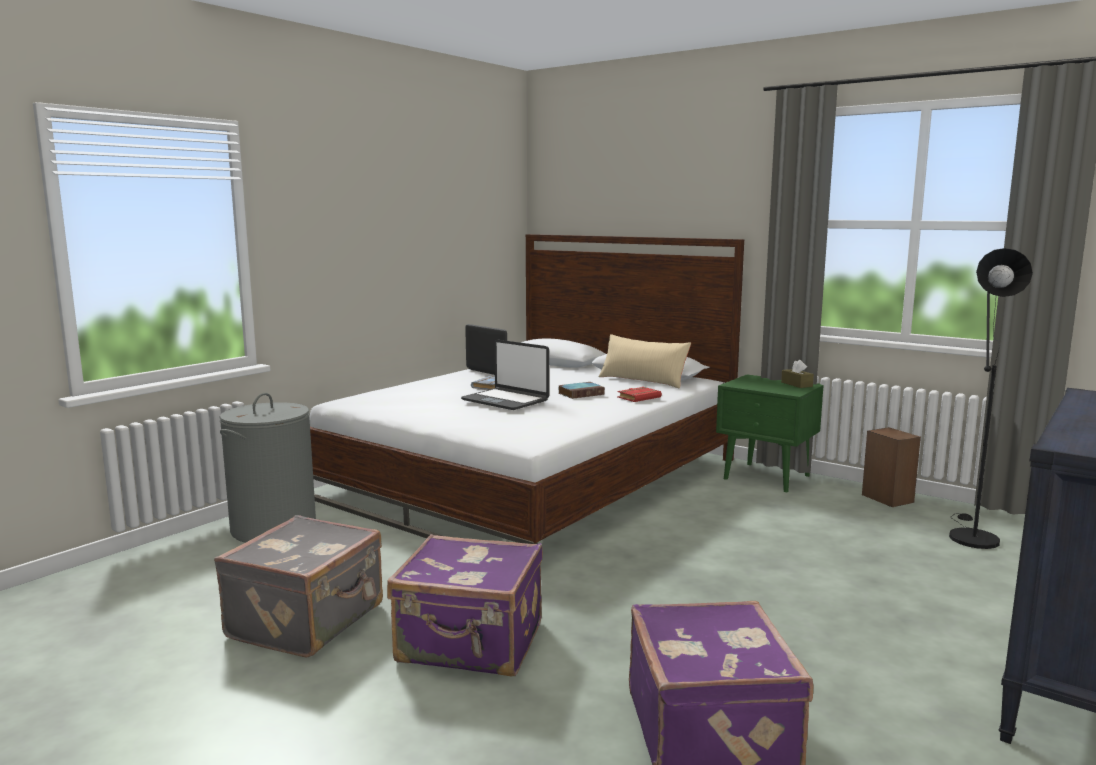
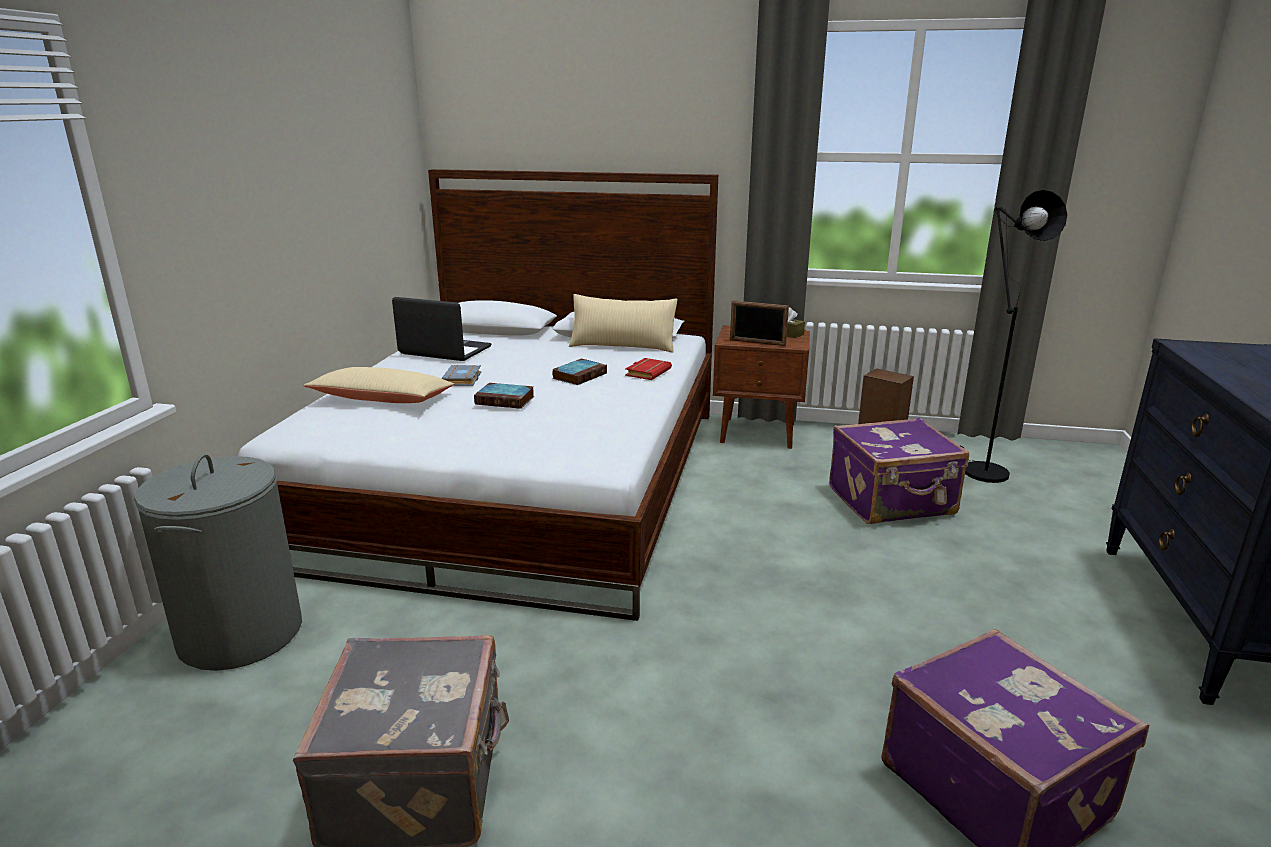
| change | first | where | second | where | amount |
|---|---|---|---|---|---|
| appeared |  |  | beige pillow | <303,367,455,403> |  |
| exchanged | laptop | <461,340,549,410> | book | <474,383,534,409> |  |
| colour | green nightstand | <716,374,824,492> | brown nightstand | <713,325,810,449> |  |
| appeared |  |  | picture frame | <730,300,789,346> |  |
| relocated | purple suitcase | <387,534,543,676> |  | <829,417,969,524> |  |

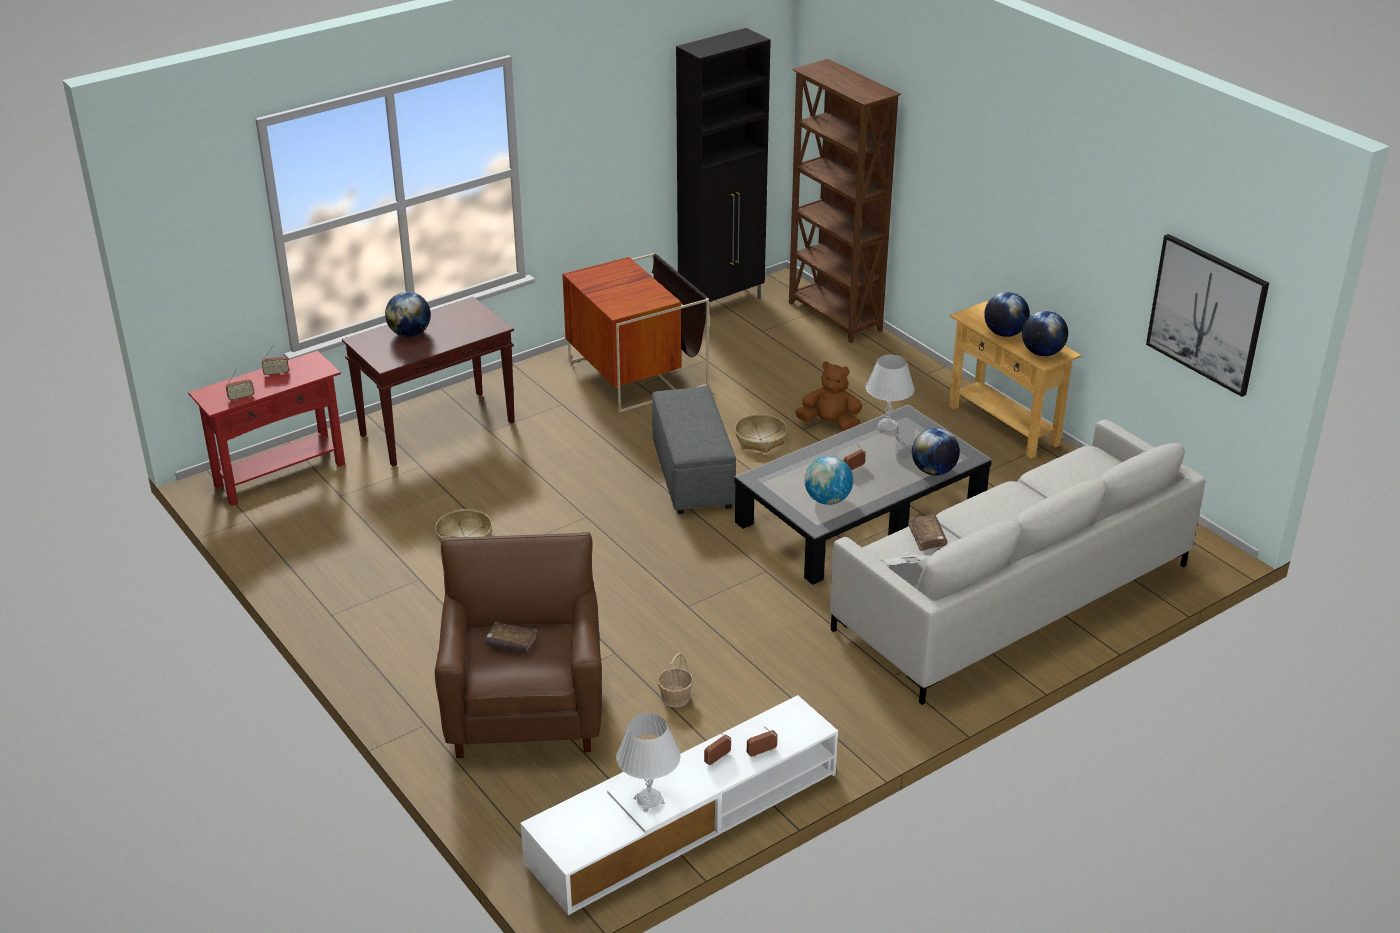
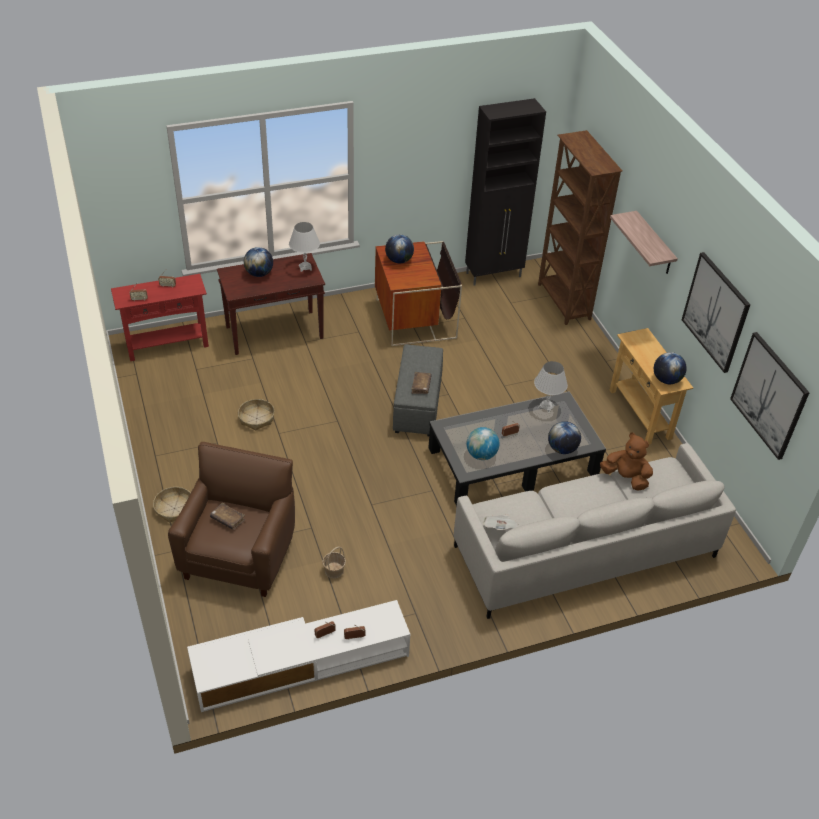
| change | first | where | second | where | amount |
|---|---|---|---|---|---|
| relocated | basket | <735,414,787,453> |  | <153,487,191,523> |  |
| relocated | white table lamp | <616,713,681,813> |  | <289,222,320,272> |  |
| relocated | globe | <984,292,1030,337> |  | <385,234,414,263> |  |
| relocated | brown book | <909,515,947,551> |  | <411,372,432,394> |  |
| relocated | brown plush toy | <795,361,862,431> |  | <600,433,653,491> |  |
| appeared |  |  | shelf | <610,211,678,274> |  |
| appeared |  |  | picture | <682,252,750,373> |  |

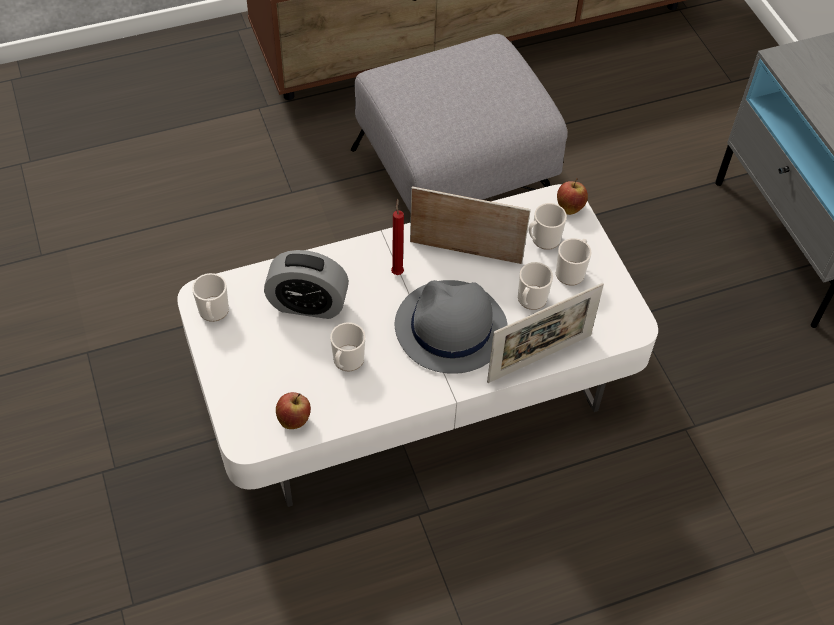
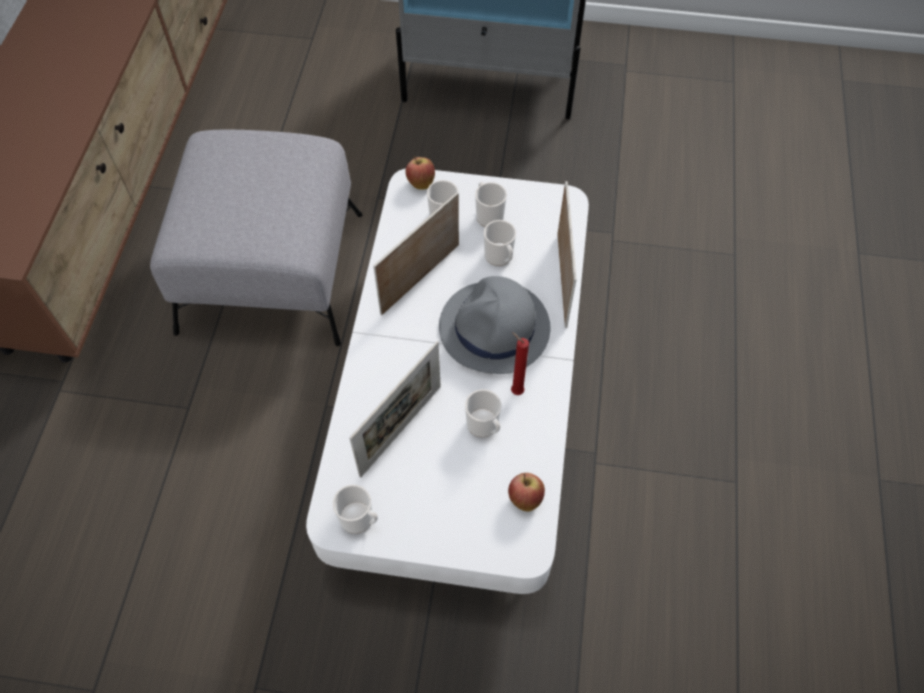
| change | first | where | second | where | amount |
|---|---|---|---|---|---|
| exchanged | alarm clock | <264,250,349,319> | picture frame | <349,341,441,478> |  |
| relocated | red candle | <391,199,404,275> |  | <511,332,529,395> |  |

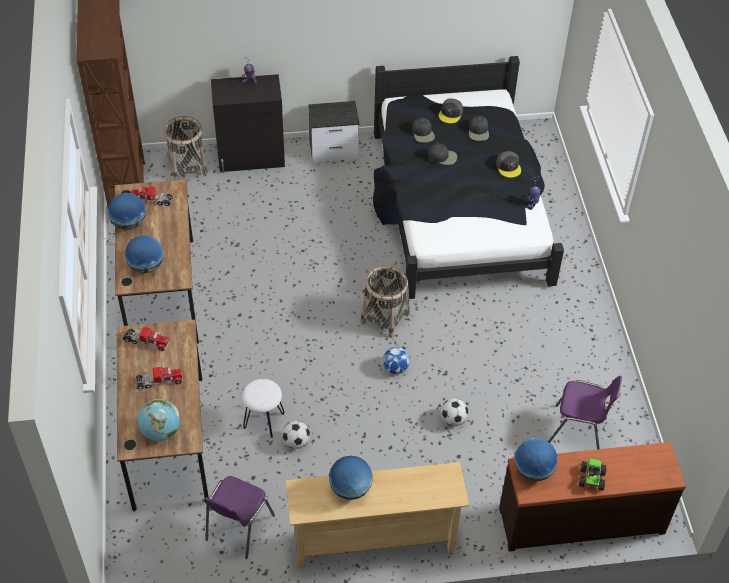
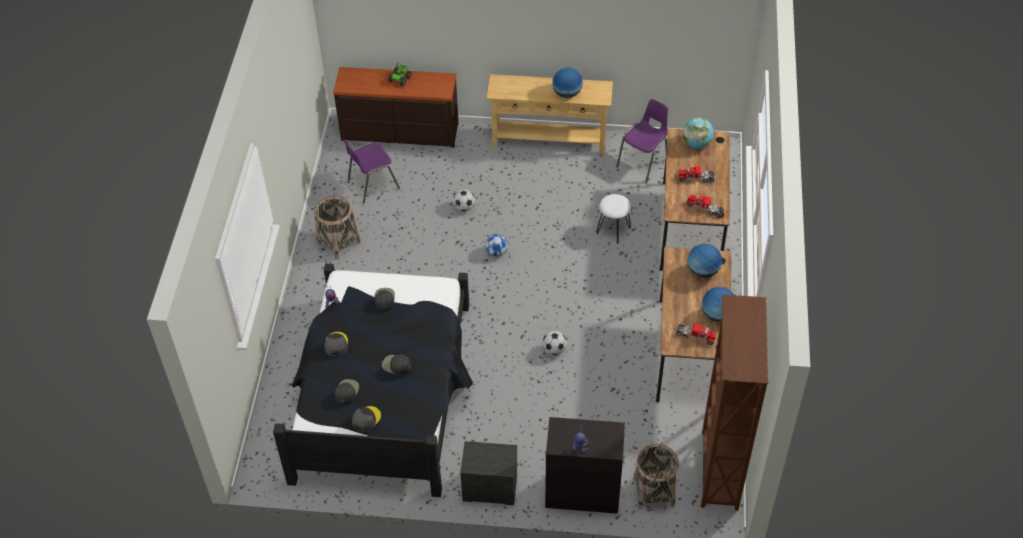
| change | first | where | second | where | amount |
|---|---|---|---|---|---|
| relocated | basket | <360,265,410,338> |  | <314,196,361,260> |  |
| spun | purple chair | <548,376,622,449> |  | <342,139,400,204> | 60 degrees counterclockwise |
| relocated | black cap | <412,117,435,143> |  | <375,288,395,311> |  |
| relocated | football | <282,421,310,449> |  | <543,331,567,355> |  |
| missing | globe | <514,438,558,481> |  |  |  |

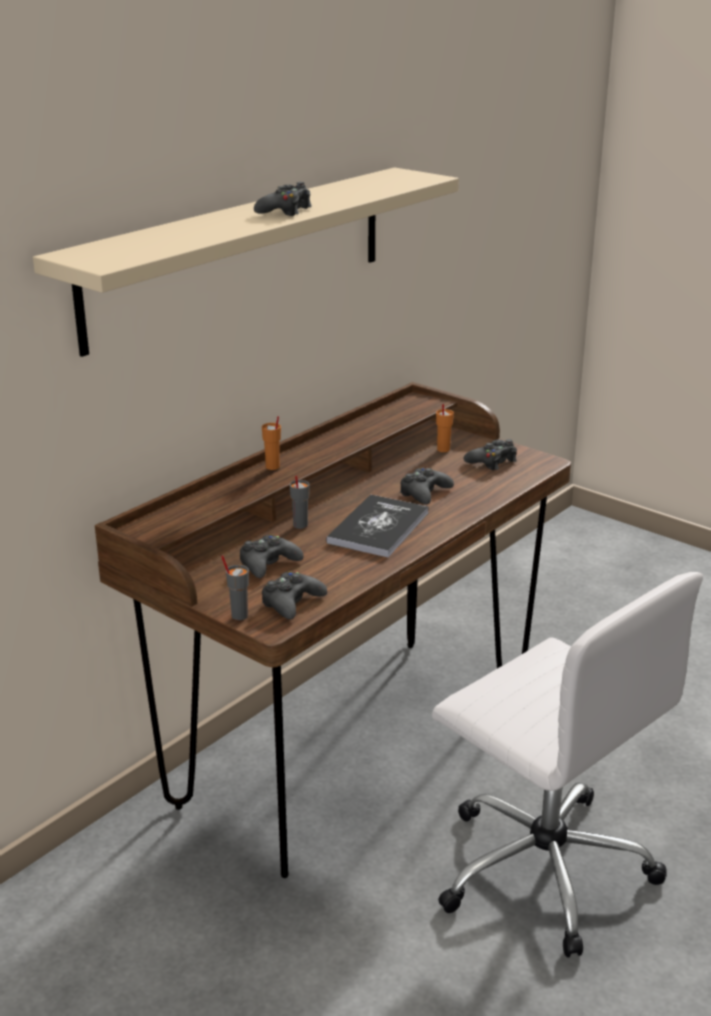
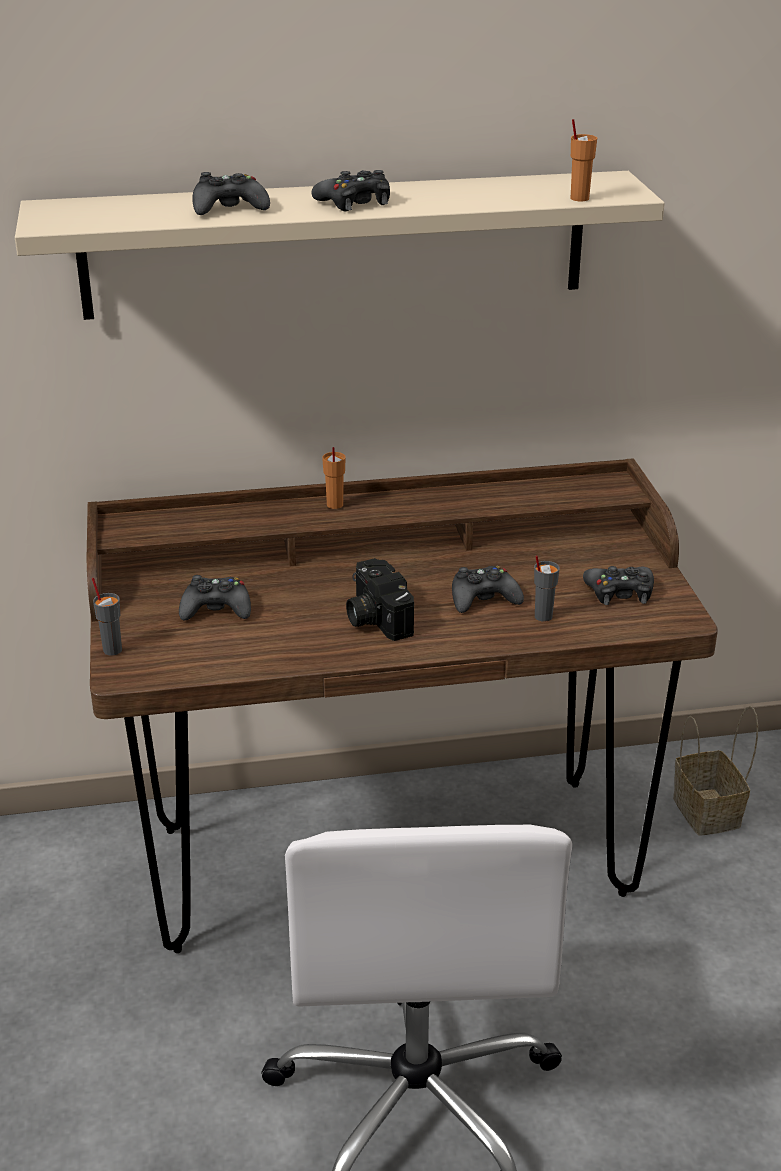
| change | first | where | second | where | amount |
|---|---|---|---|---|---|
| relocated | black game controller | <262,571,327,619> |  | <192,172,270,215> |  |
| exchanged | book | <326,494,429,558> | photo camera | <346,558,414,641> |  |
| relocated | grey cup | <289,475,310,529> |  | <534,555,559,622> |  |
| relocated | orange cup | <436,404,454,452> |  | <571,119,597,201> |  |
| appeared |  |  | basket | <673,706,758,836> |  |

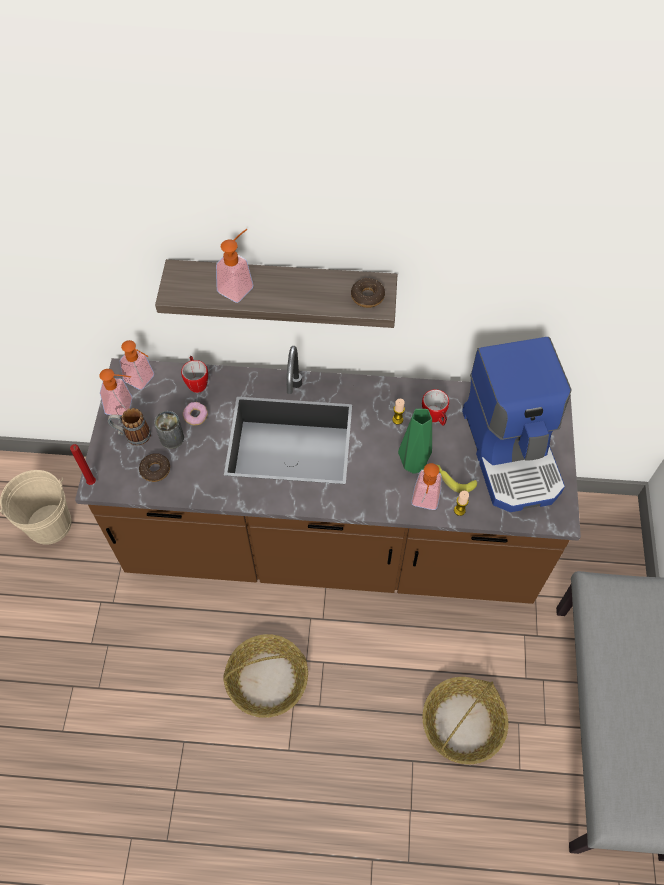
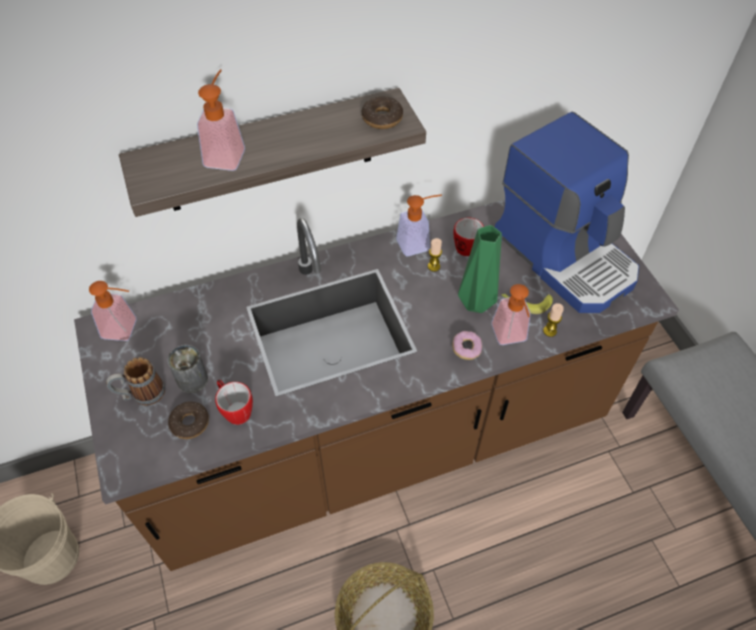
| change | first | where | second | where | amount |
|---|---|---|---|---|---|
| relocated | mug | <181,356,208,393> |  | <215,380,253,425> |  |
| relocated | soap dispenser | <99,369,132,416> |  | <396,194,442,256> |  |
| relocated | donut | <183,402,208,425> |  | <452,331,482,360> |  |
| missing | red candle | <70,444,96,485> |  |  |  |
| missing | basket | <422,677,508,764> |  |  |  |

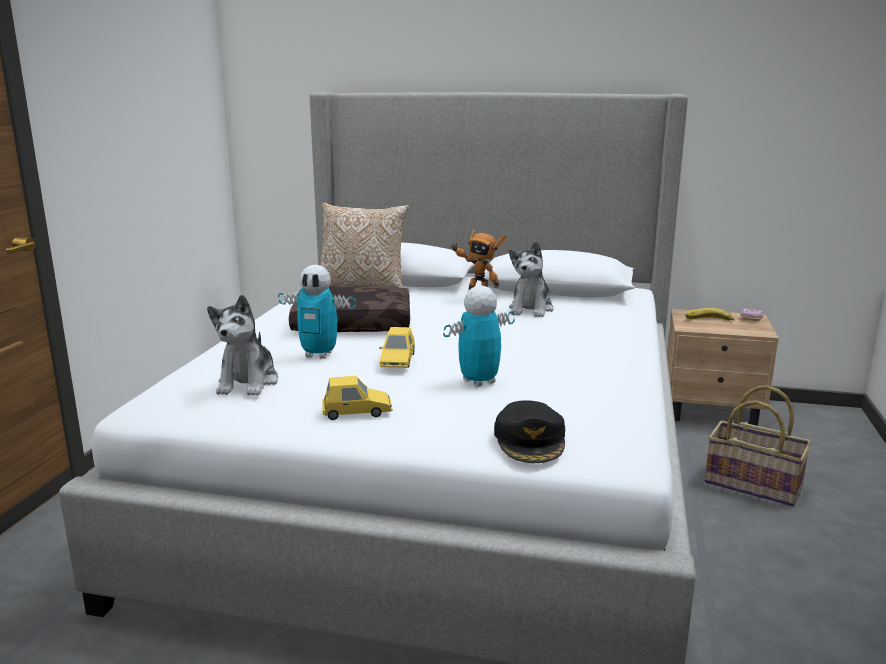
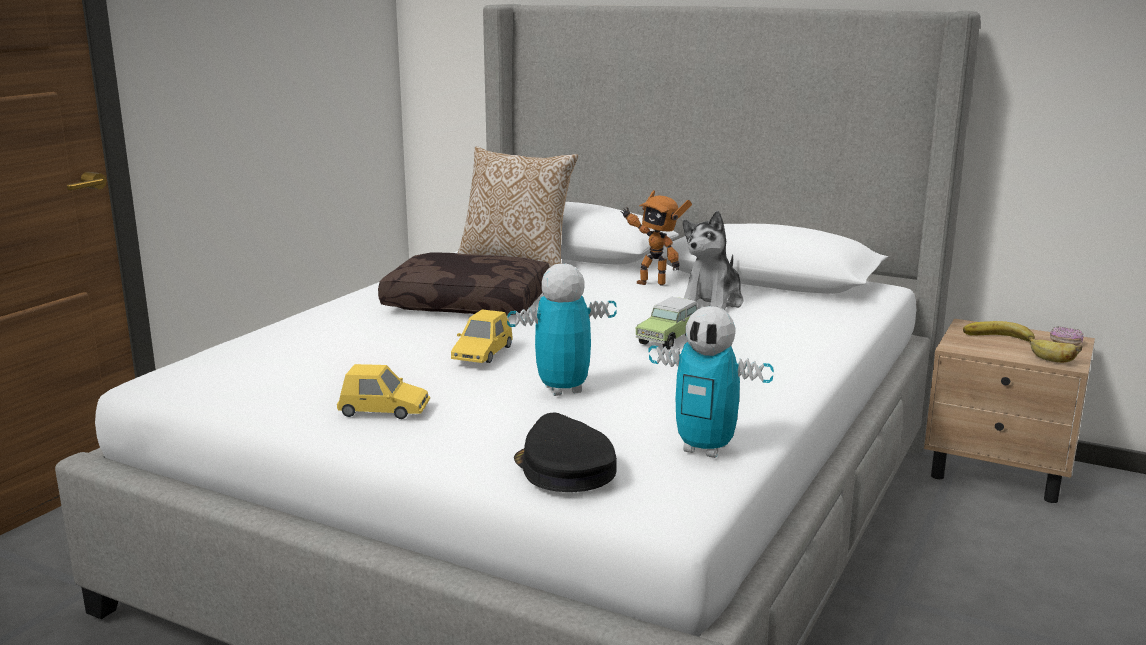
| change | first | where | second | where | amount |
|---|---|---|---|---|---|
| spun | black cap | <494,400,565,463> |  | <514,412,617,492> | 135 degrees clockwise |
| appeared |  |  | toy car | <636,297,698,350> |  |
| relocated | toy robot | <278,265,356,359> |  | <648,306,774,458> |  |
| appeared |  |  | banana | <1030,338,1082,363> |  |
| missing | plush toy | <207,294,278,396> |  |  |  |
| missing | basket | <704,385,812,506> |  |  |  |

